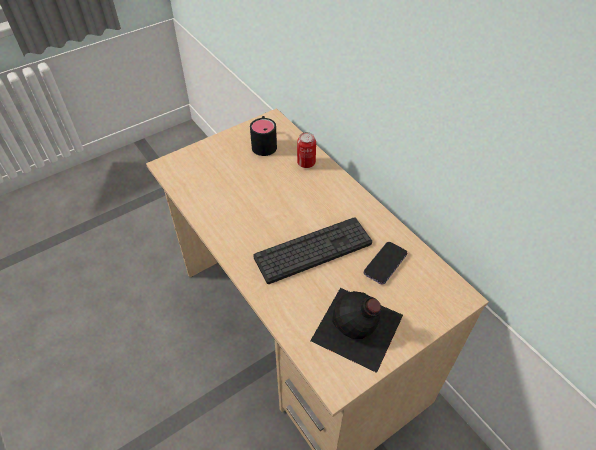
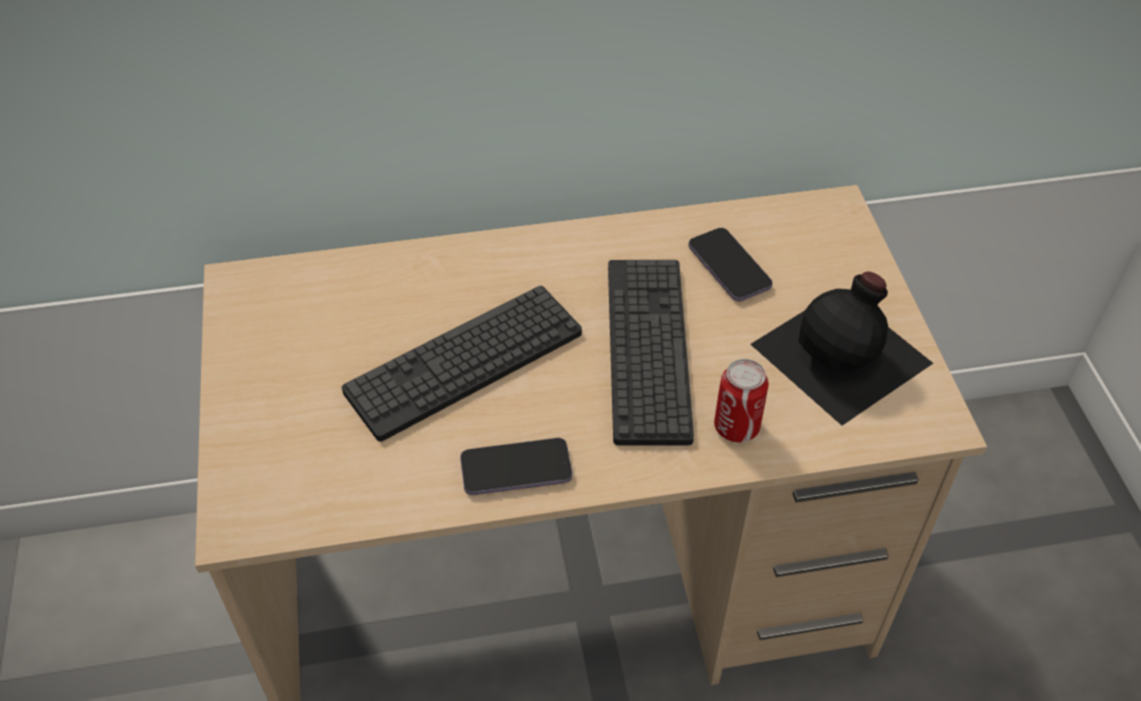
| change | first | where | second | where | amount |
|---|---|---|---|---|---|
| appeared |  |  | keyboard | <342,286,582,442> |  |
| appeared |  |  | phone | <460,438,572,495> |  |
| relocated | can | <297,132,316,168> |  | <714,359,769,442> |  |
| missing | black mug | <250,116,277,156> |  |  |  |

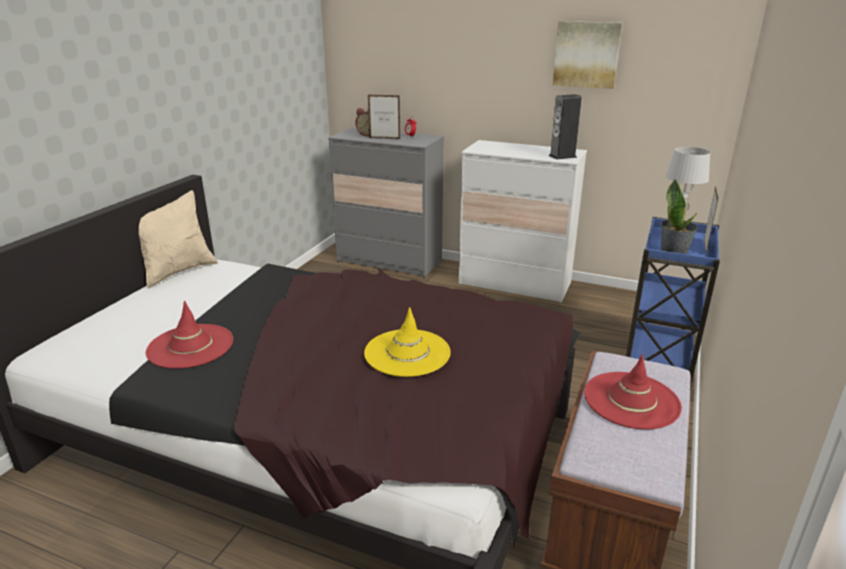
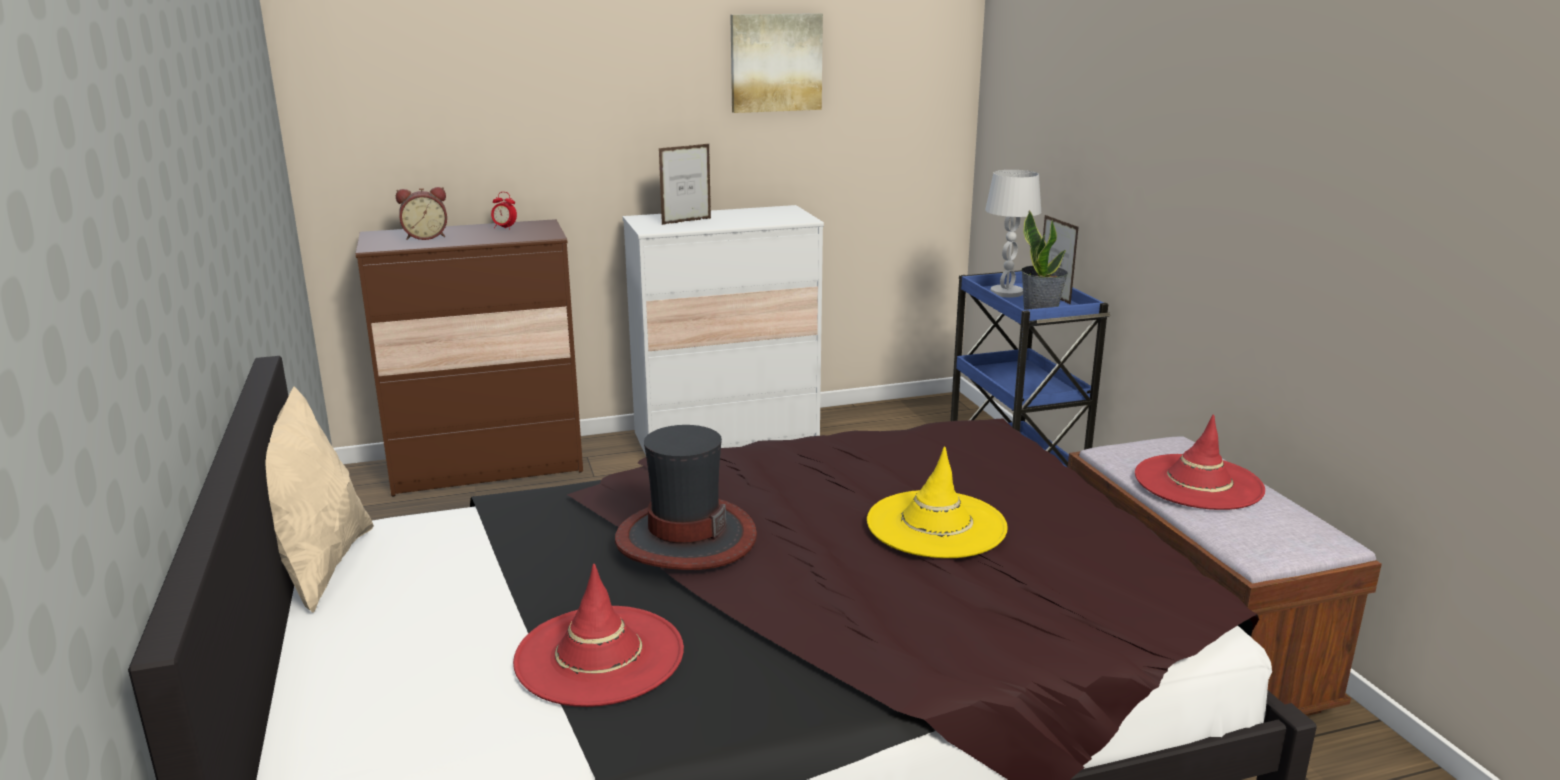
| change | first | where | second | where | amount |
|---|---|---|---|---|---|
| colour | grey dresser | <328,128,444,277> | brown dresser | <355,219,583,497> |  |
| appeared |  |  | hat | <615,425,757,570> |  |
| relocated | picture frame | <368,95,400,139> |  | <659,144,711,225> |  |
| missing | speaker | <549,94,582,160> |  |  |  |

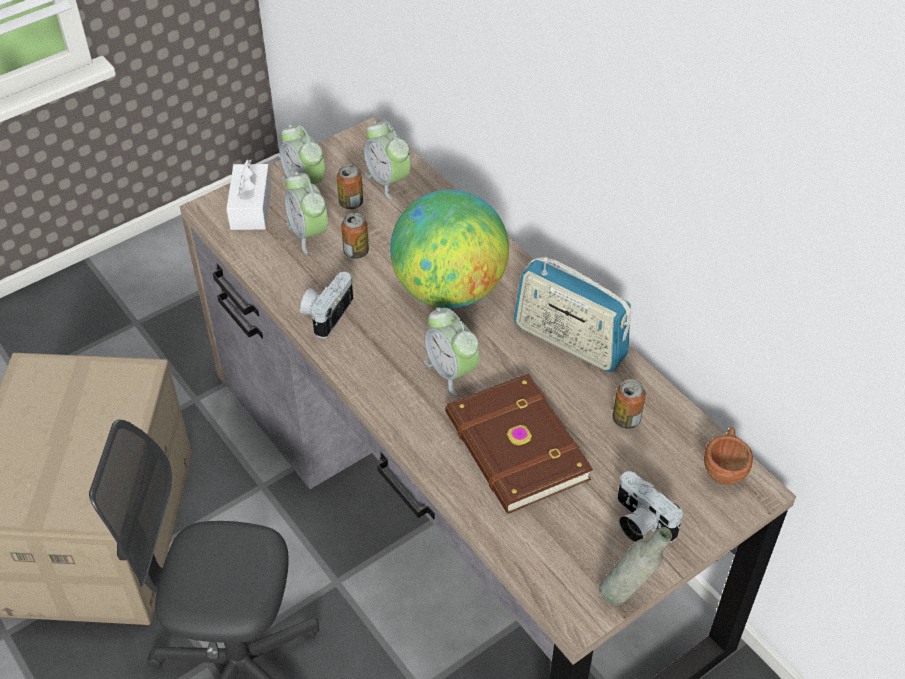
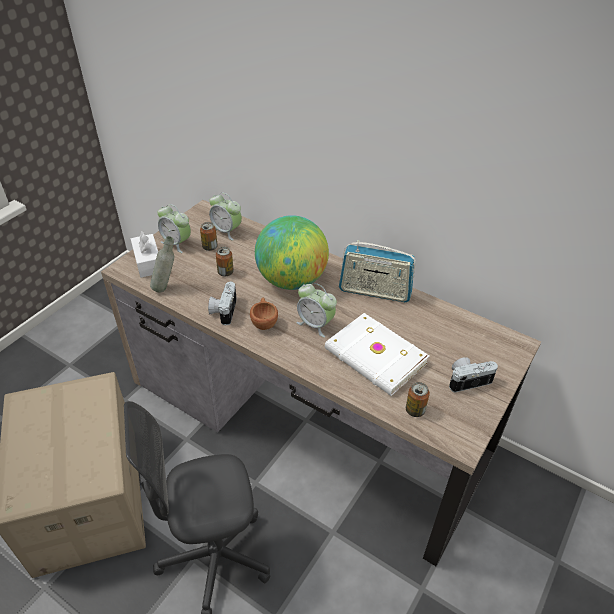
| change | first | where | second | where | amount |
|---|---|---|---|---|---|
| relocated | grey bottle | <599,527,672,606> |  | <150,236,174,293> |  |
| relocated | brown cup | <704,427,753,485> |  | <250,298,278,330> |  |
| colour | brown book | <445,373,593,514> | white book | <325,313,429,396> |  |
| relocated | can | <613,379,646,429> |  | <406,382,430,417> |  |
| spun | photo camera | <618,471,683,543> |  | <449,357,498,392> | 135 degrees clockwise |
| missing | alarm clock | <285,172,328,254> |  |  |  |

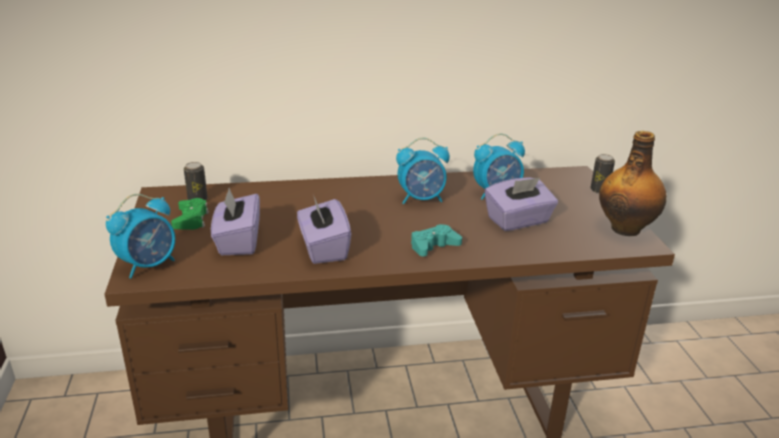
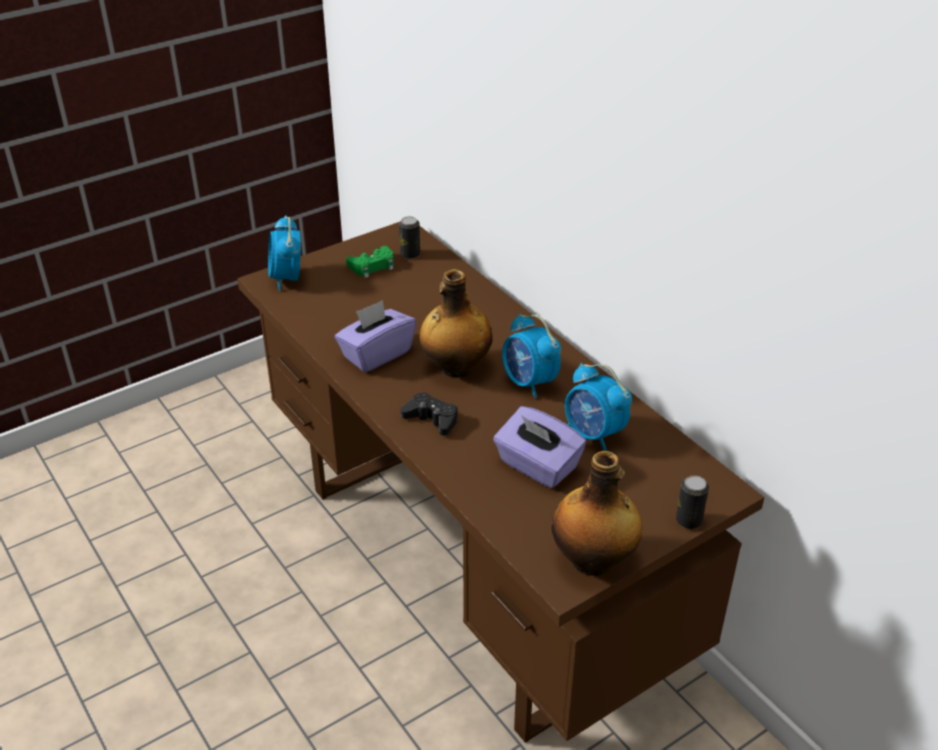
| change | first | where | second | where | amount |
|---|---|---|---|---|---|
| spun | alarm clock | <106,194,175,279> |  | <268,215,301,291> | 60 degrees clockwise |
| colour | turquoise game controller | <411,224,462,256> | black game controller | <400,392,458,436> |  |
| appeared |  |  | bottle | <419,269,493,377> |  |
| missing | purple tissue box | <211,188,260,255> |  |  |  |

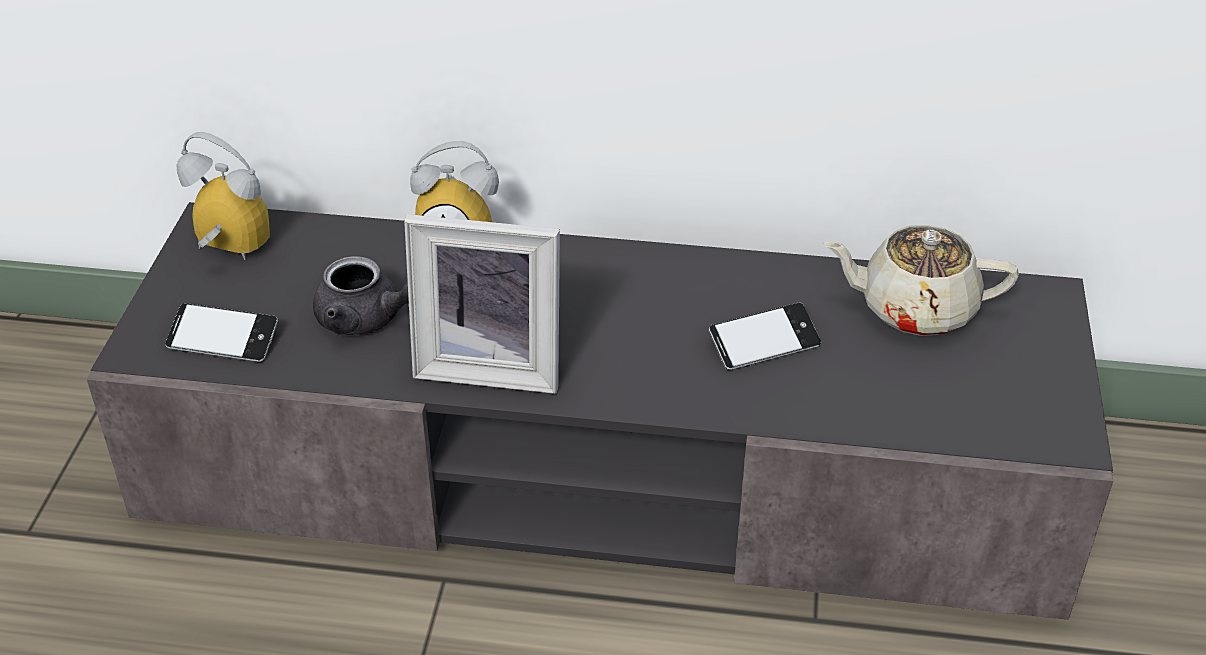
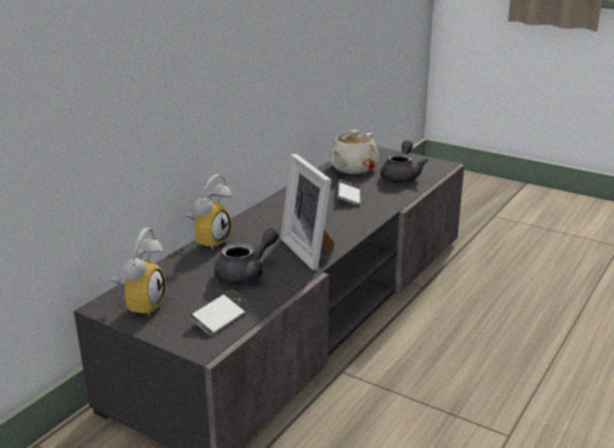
| change | first | where | second | where | amount |
|---|---|---|---|---|---|
| spun | alarm clock | <177,132,270,260> |  | <110,228,166,317> | 150 degrees clockwise |
| spun | picture frame | <404,214,560,394> |  | <280,154,335,270> | 120 degrees clockwise |
| appeared |  |  | grey teapot | <380,140,428,183> |  |

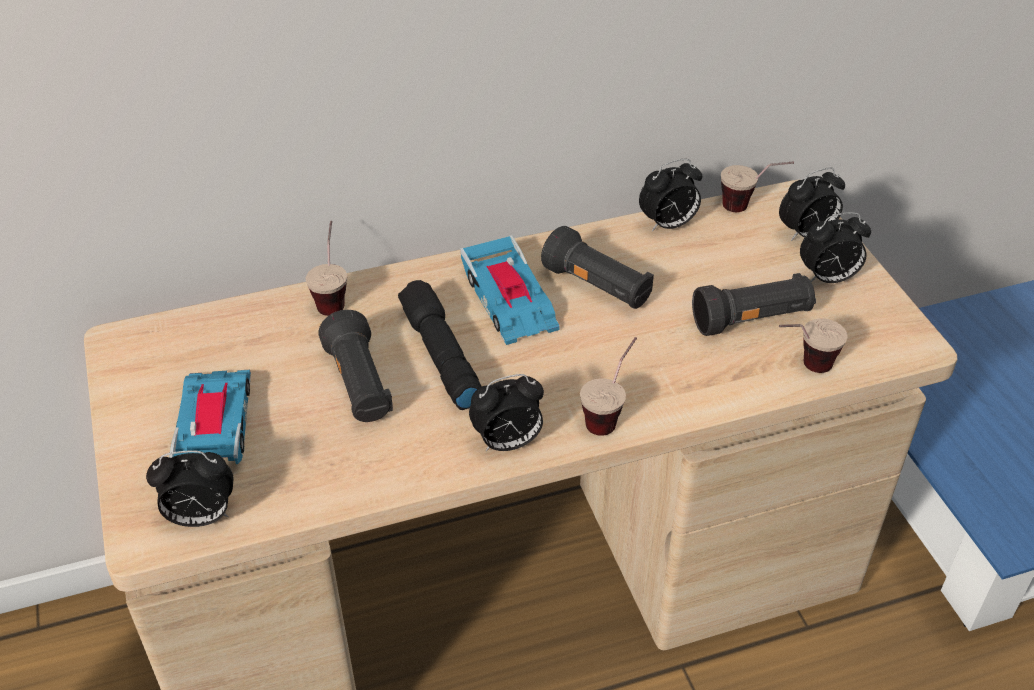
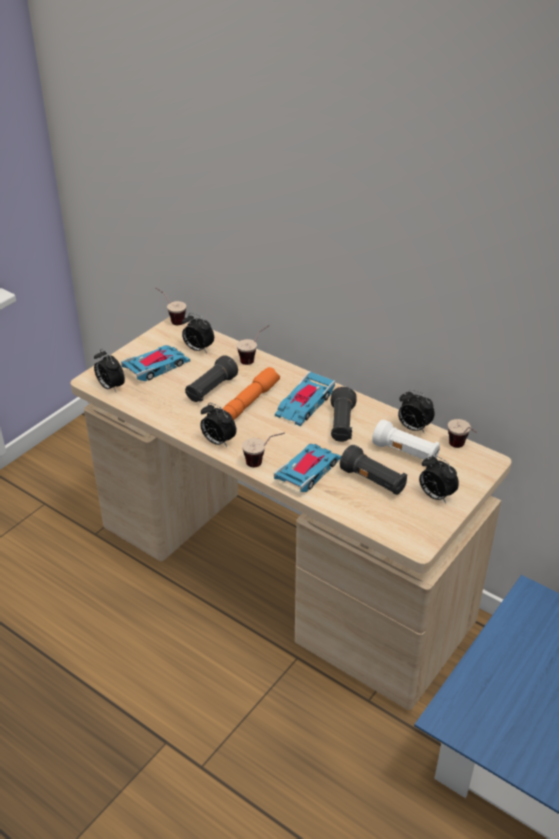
| change | first | where | second | where | amount |
|---|---|---|---|---|---|
| relocated | cup | <779,318,847,373> |  | <156,288,186,325> |  |
| relocated | alarm clock | <779,167,845,241> |  | <182,313,214,353> |  |
| colour | black flashlight | <398,280,482,410> | orange flashlight | <222,367,280,420> |  |
| appeared |  |  | toy car | <274,444,341,492> |  |
| appeared |  |  | white flashlight | <372,419,440,459> |  |

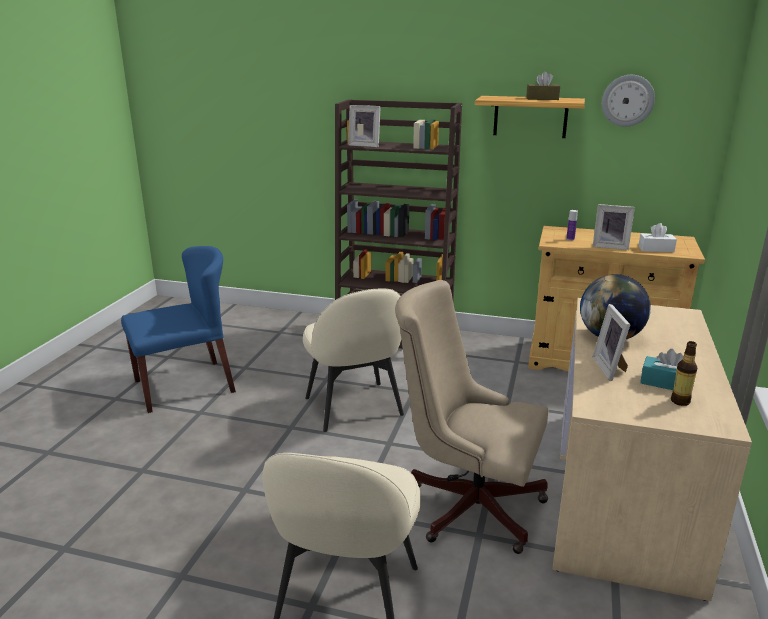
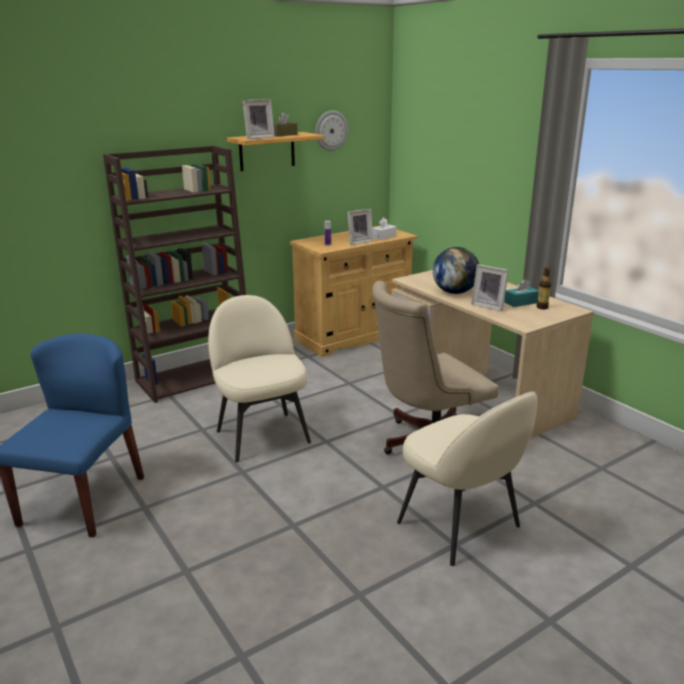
| change | first | where | second | where | amount |
|---|---|---|---|---|---|
| spun | beige chair | <303,288,404,432> |  | <208,295,311,462> | 135 degrees counterclockwise |
| relocated | picture frame | <348,105,381,147> |  | <242,99,275,139> |  |

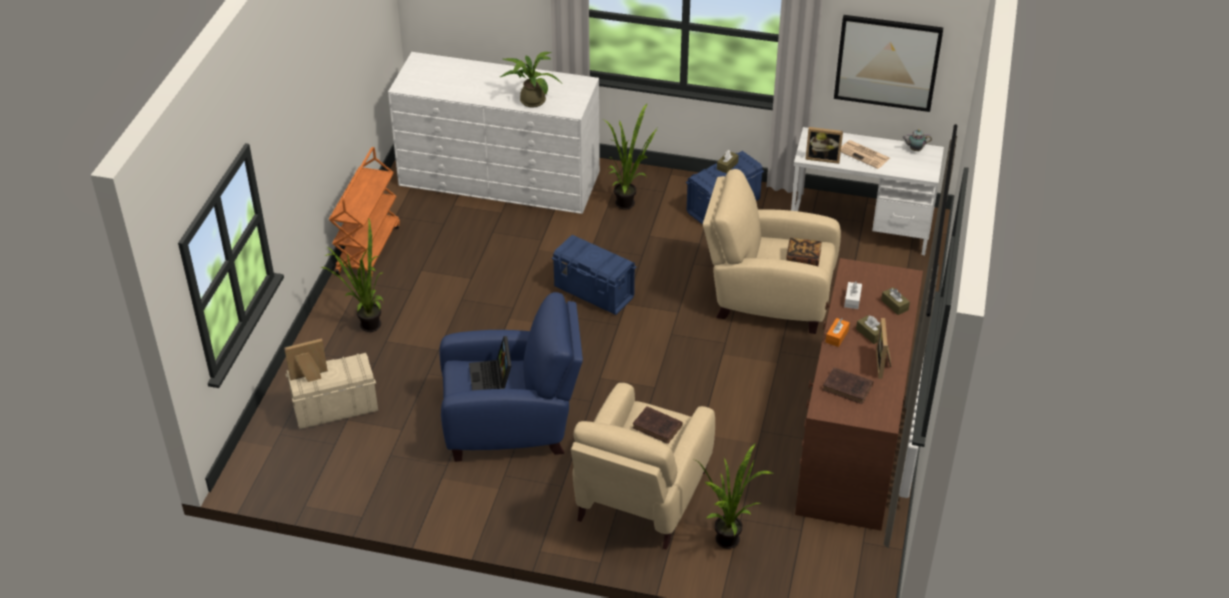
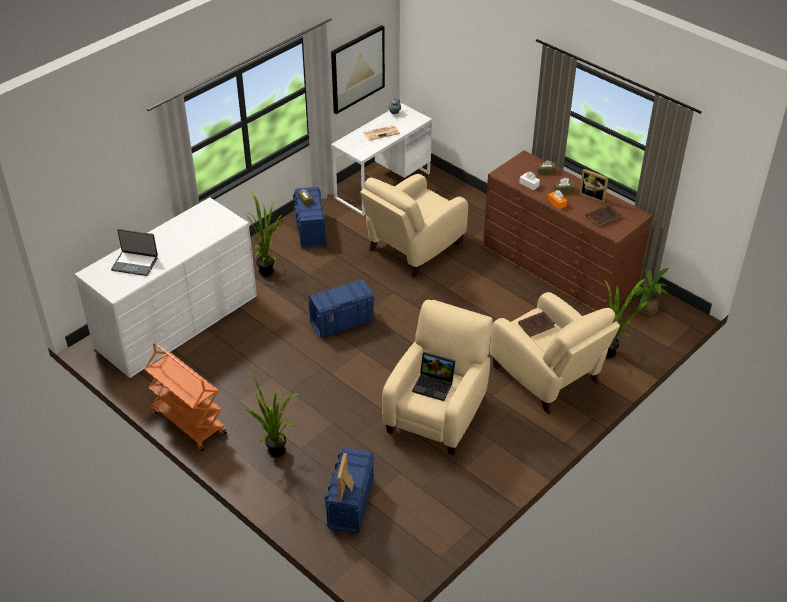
| change | first | where | second | where | amount |
|---|---|---|---|---|---|
| appeared |  |  | laptop | <111,229,158,276> |  |
| colour | beige storage box | <286,353,378,429> | blue storage box | <325,448,375,533> |  |
| colour | blue armchair | <439,292,583,462> | beige armchair | <382,300,493,456> |  |
| relocated | potted plant | <500,52,561,107> |  | <632,268,669,314> |  |
| missing | book | <787,238,822,266> |  |  |  |
| missing | picture frame | <805,127,843,164> |  |  |  |

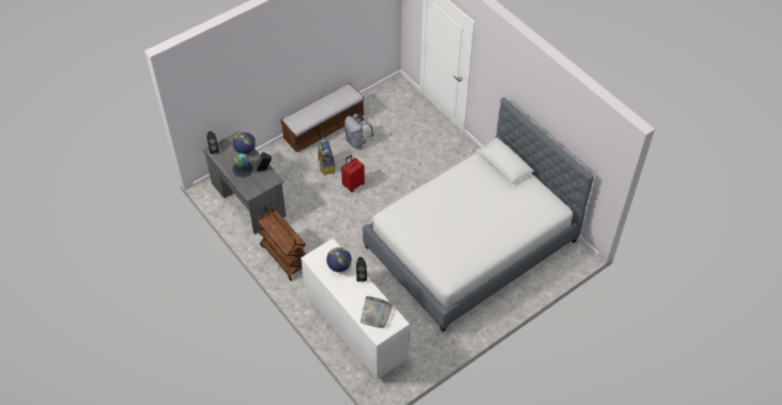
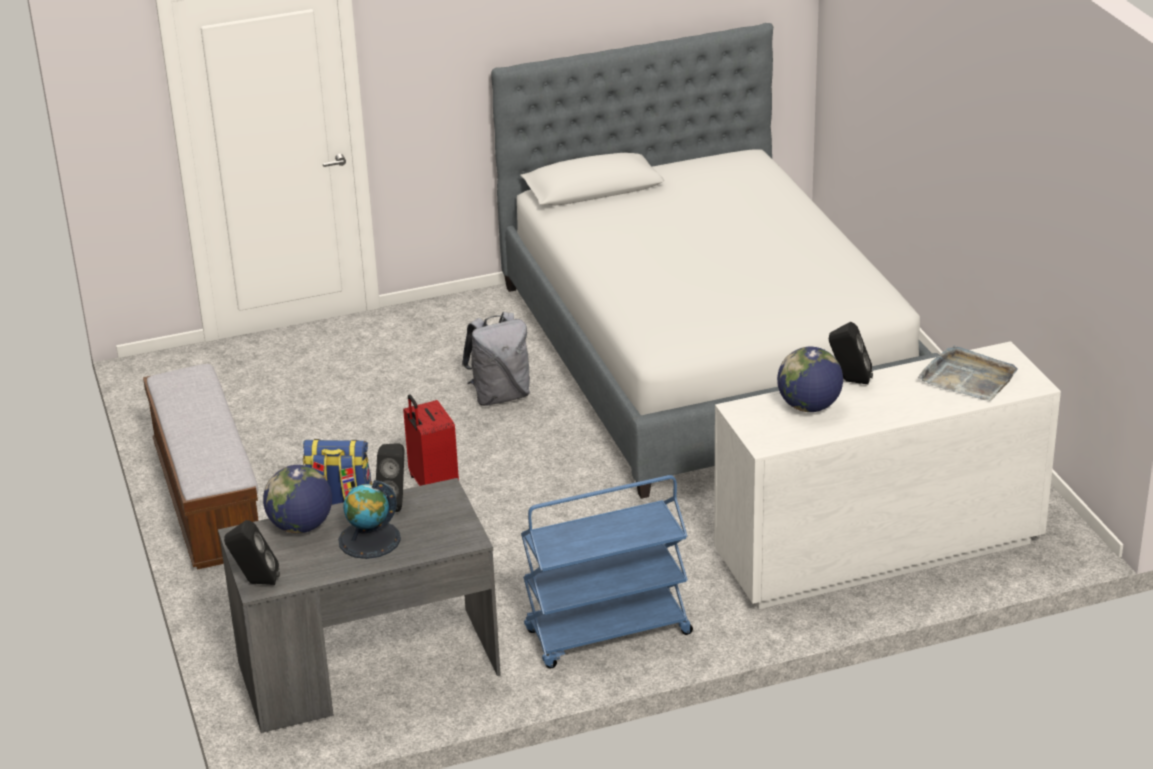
| change | first | where | second | where | amount |
|---|---|---|---|---|---|
| relocated | grey backpack | <344,114,374,149> |  | <462,312,530,406> |  |
| colour | brown cart | <257,204,306,281> | blue cart | <521,475,693,669> |  |

